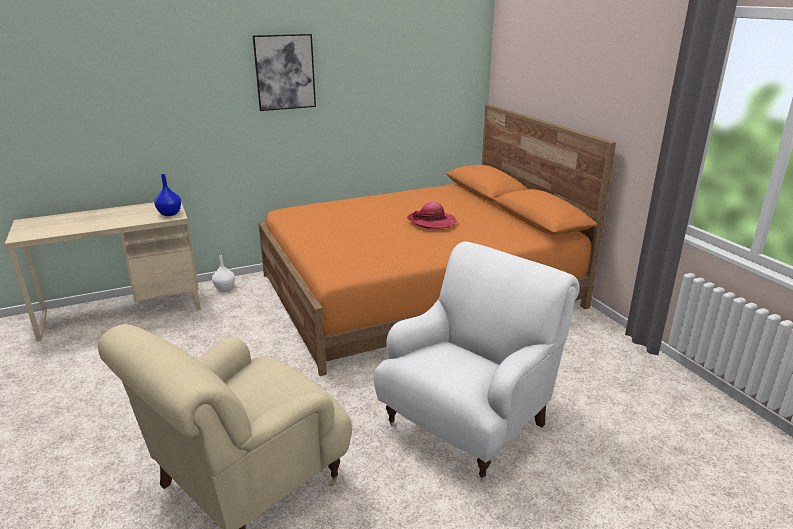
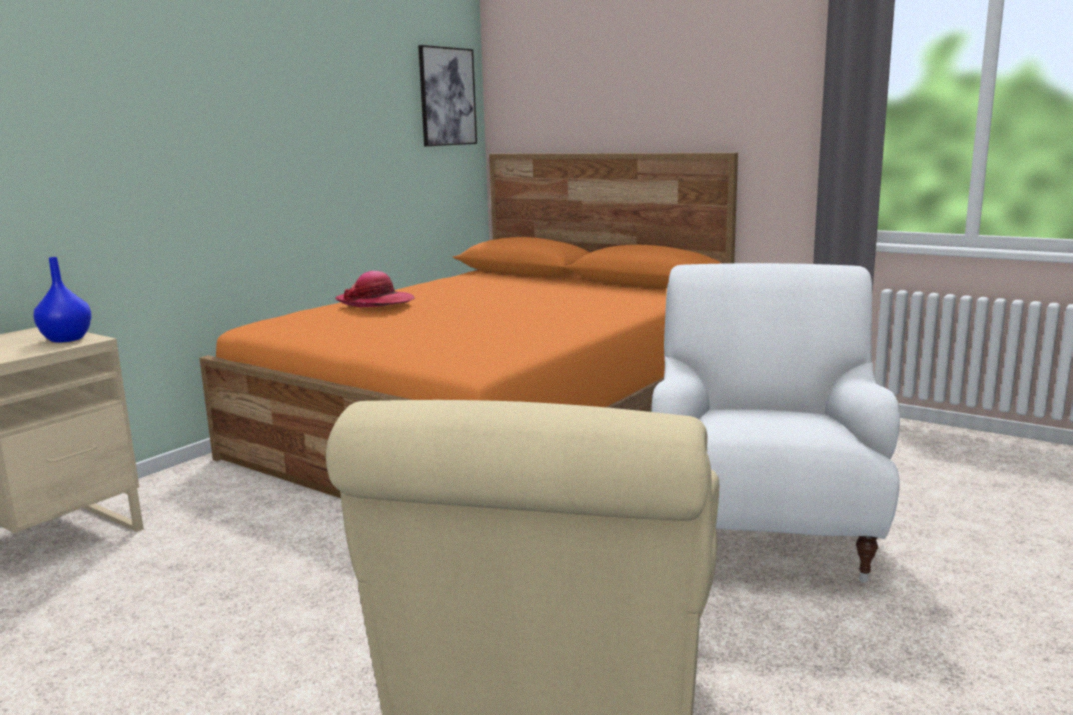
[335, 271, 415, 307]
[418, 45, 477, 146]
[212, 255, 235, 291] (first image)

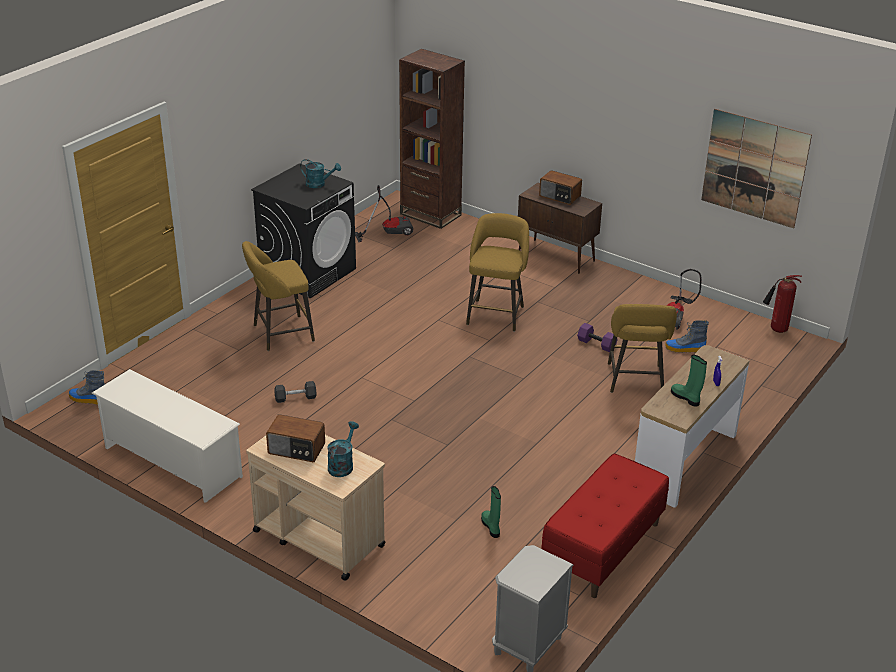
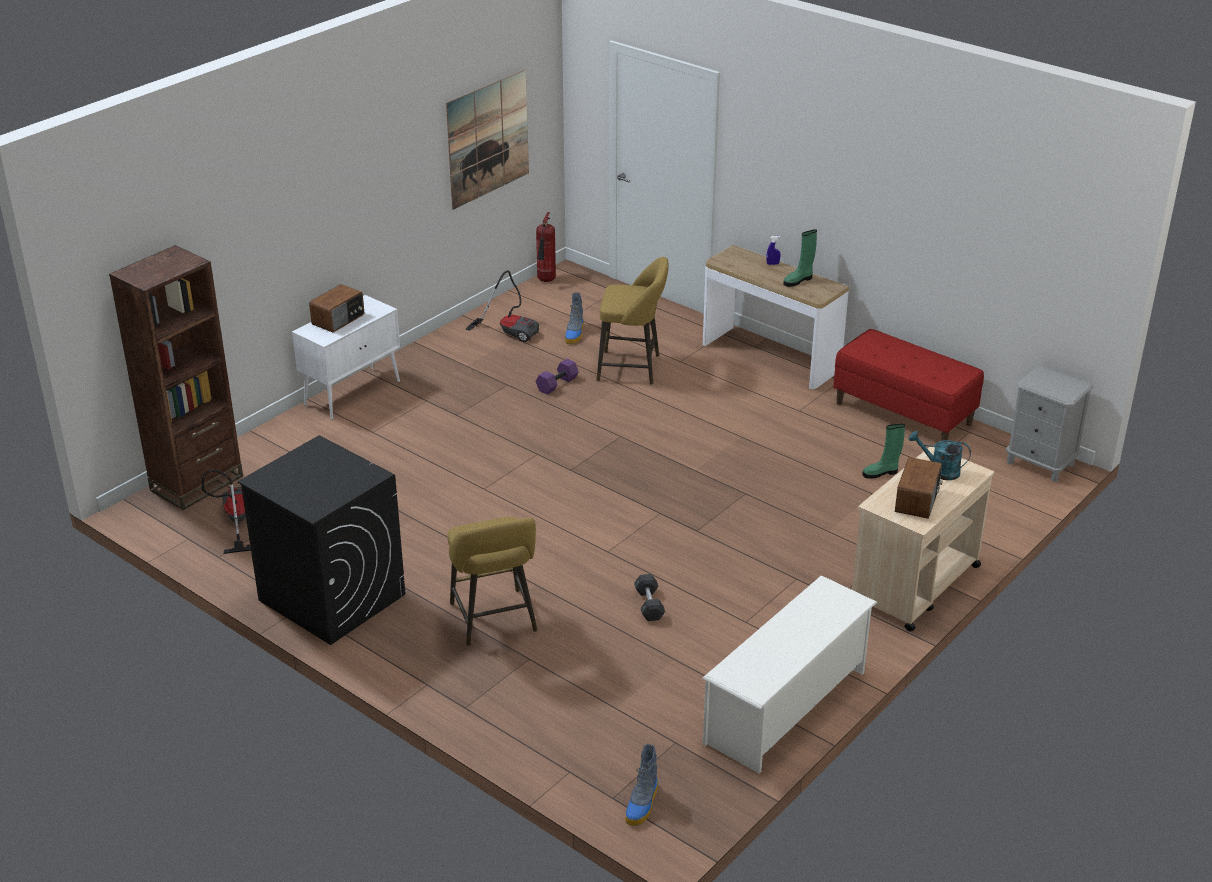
[292, 295, 400, 420]
[300, 159, 341, 188] (first image)
[466, 213, 529, 332] (first image)

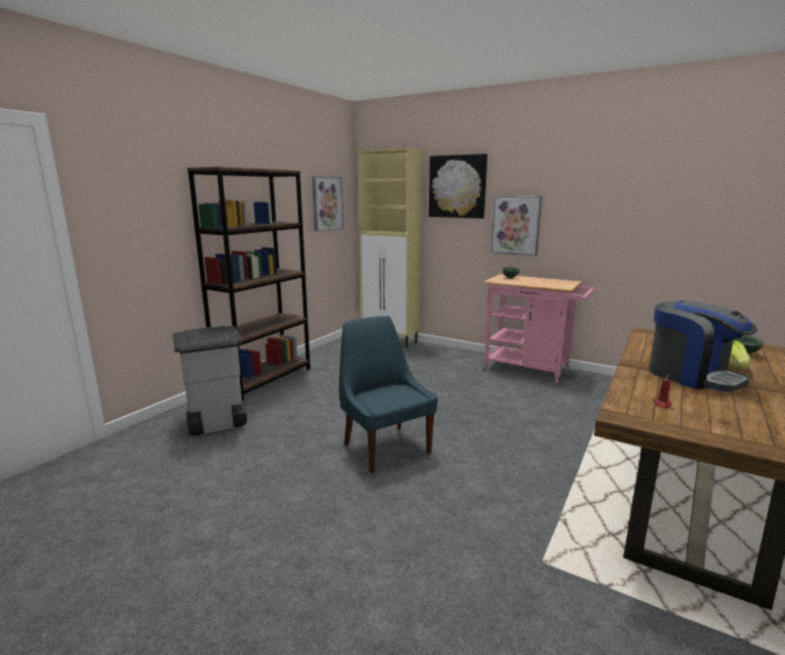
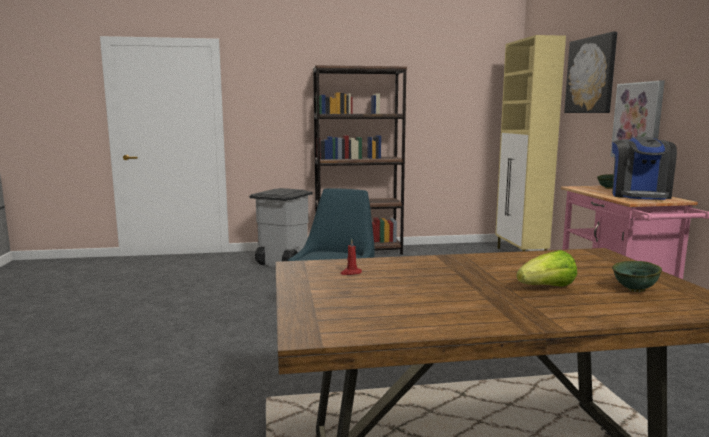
[612, 136, 677, 200]
[312, 177, 343, 231] (first image)

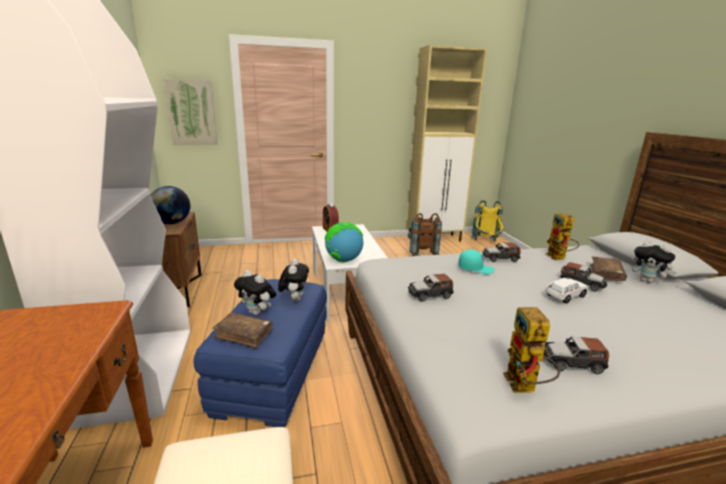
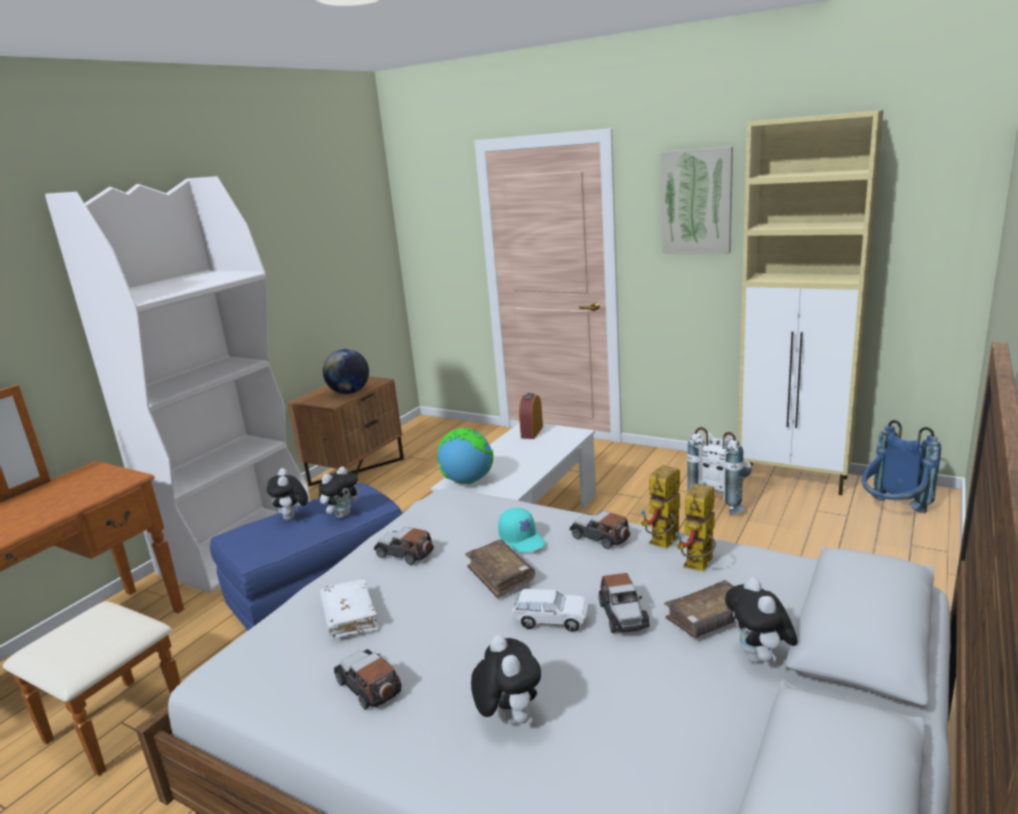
[320, 579, 379, 638]
[465, 540, 535, 599]
[471, 635, 541, 724]
[641, 465, 680, 548]
[661, 147, 733, 254]
[687, 427, 752, 515]
[862, 420, 941, 513]

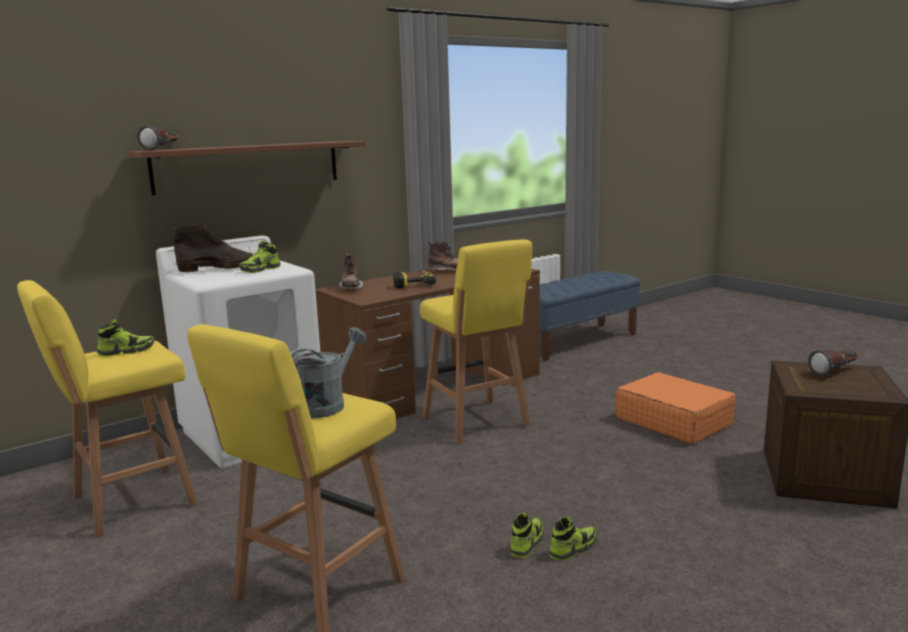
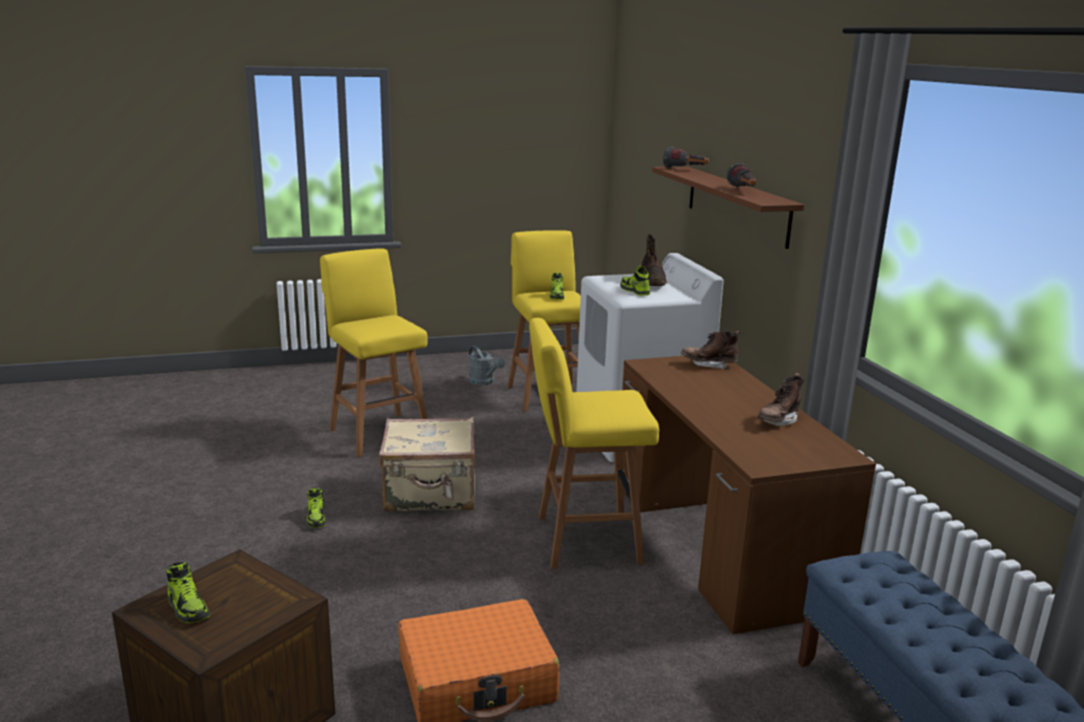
[166, 562, 210, 623]
[379, 417, 475, 512]
[469, 346, 505, 385]
[727, 163, 756, 187]
[393, 270, 436, 288] (first image)

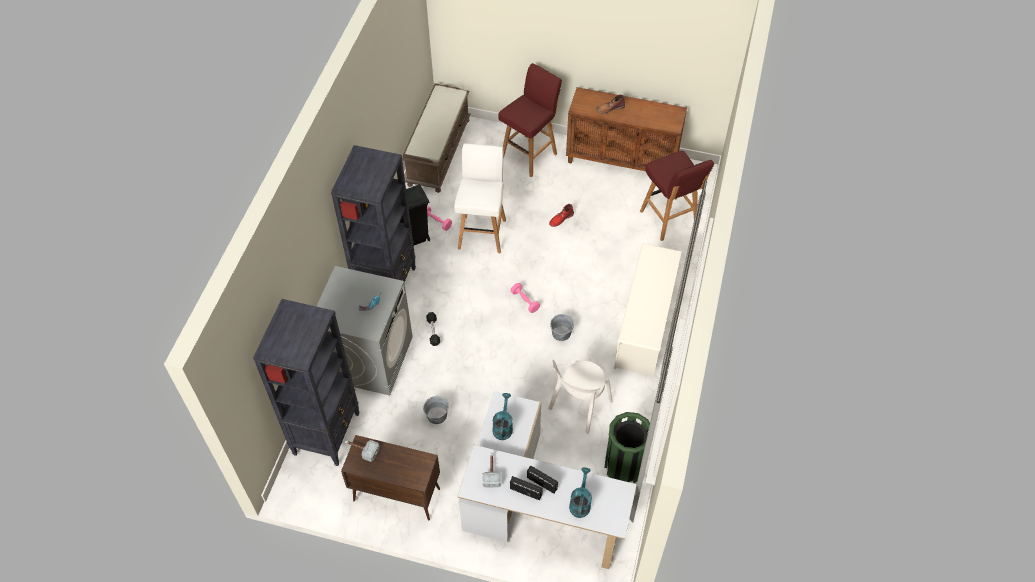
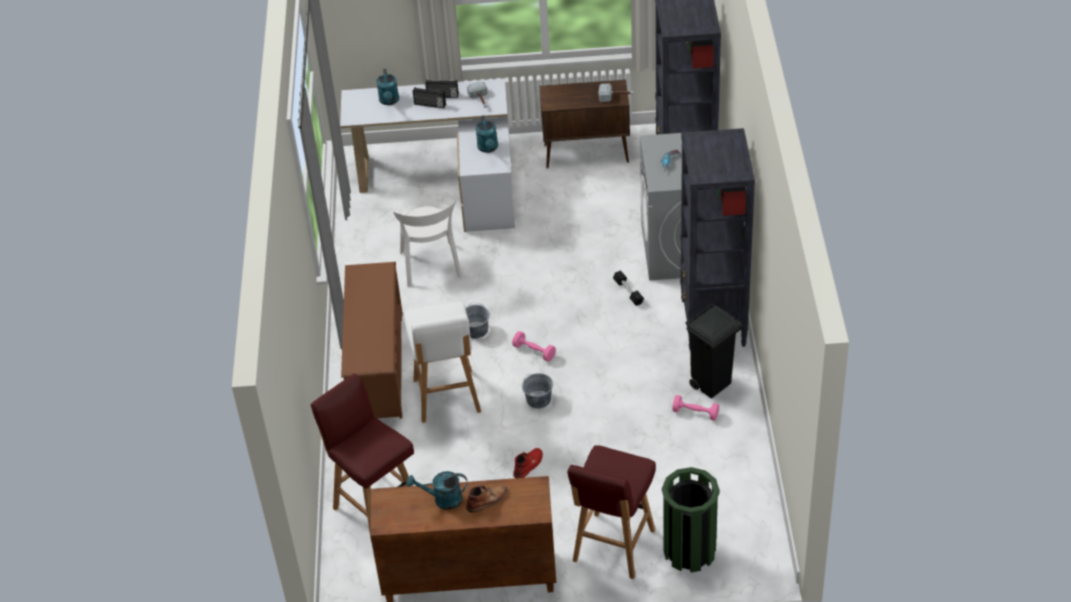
[341, 262, 403, 419]
[393, 200, 462, 287]
[404, 302, 481, 423]
[407, 471, 467, 510]
[522, 373, 553, 408]
[662, 467, 720, 572]
[402, 83, 471, 193] (first image)

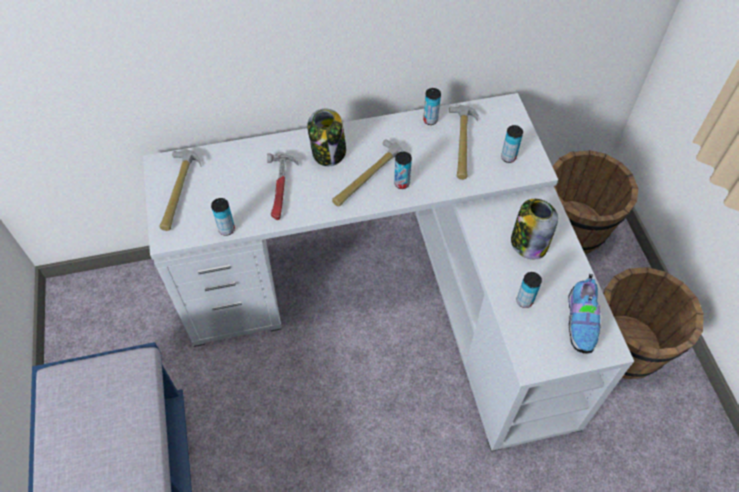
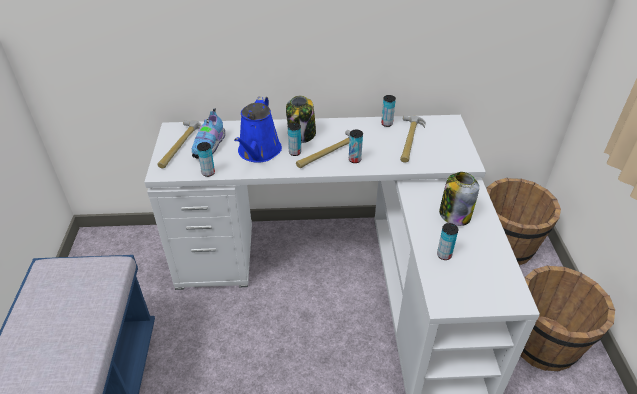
[192, 108, 225, 159]
[234, 96, 282, 163]
[288, 122, 301, 156]

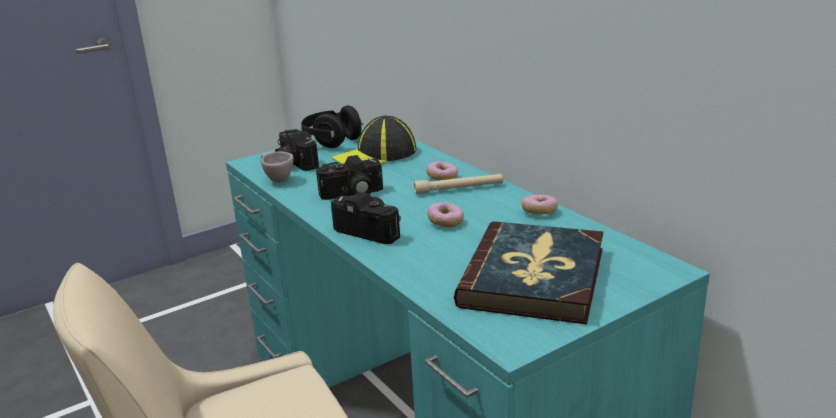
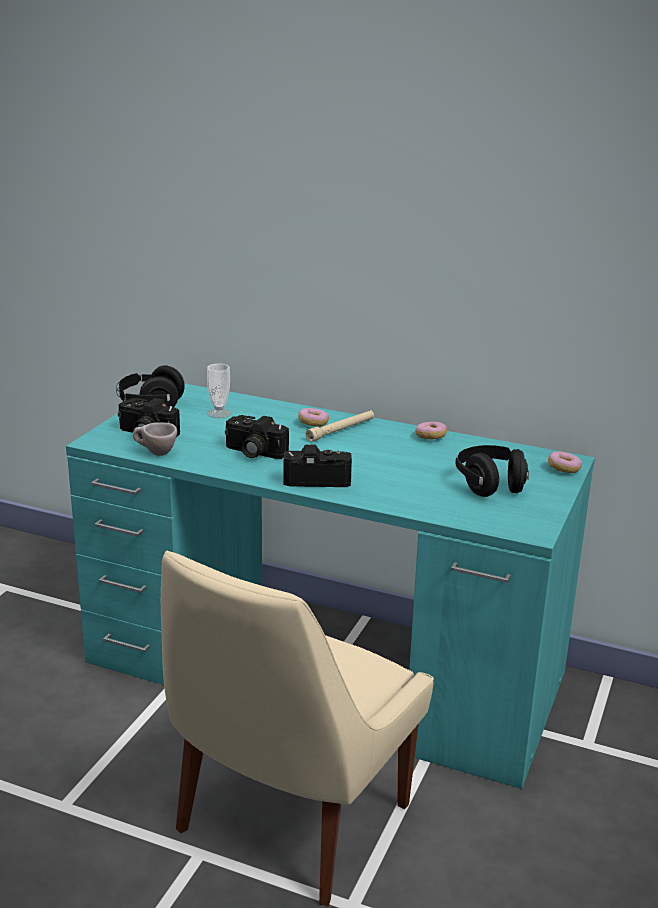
[207, 363, 231, 418]
[225, 415, 289, 459]
[455, 445, 529, 497]
[548, 451, 582, 473]

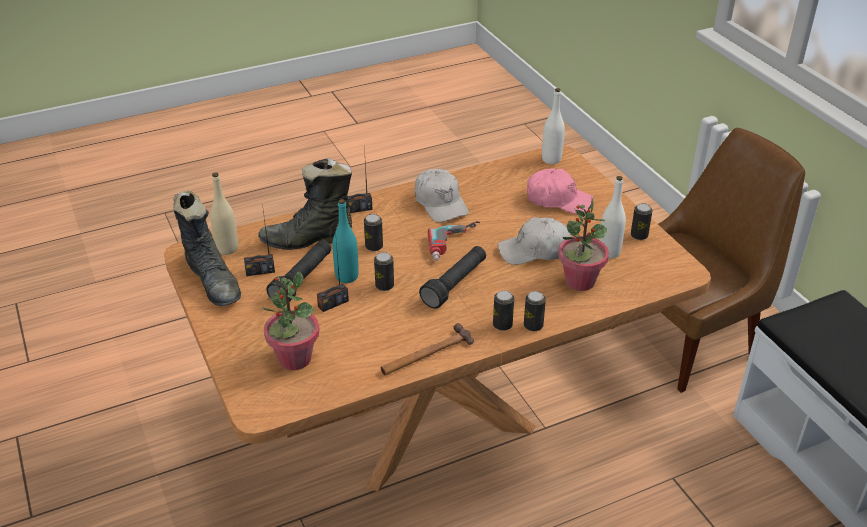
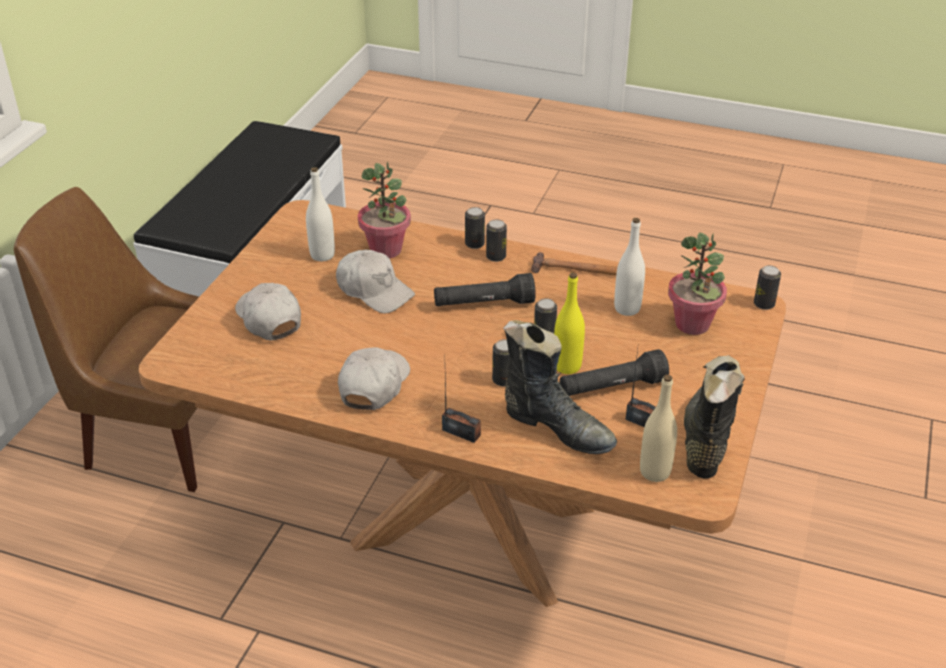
[235, 283, 301, 341]
[554, 273, 585, 374]
[614, 218, 645, 316]
[754, 265, 781, 310]
[317, 242, 349, 312] (first image)
[428, 221, 480, 261] (first image)

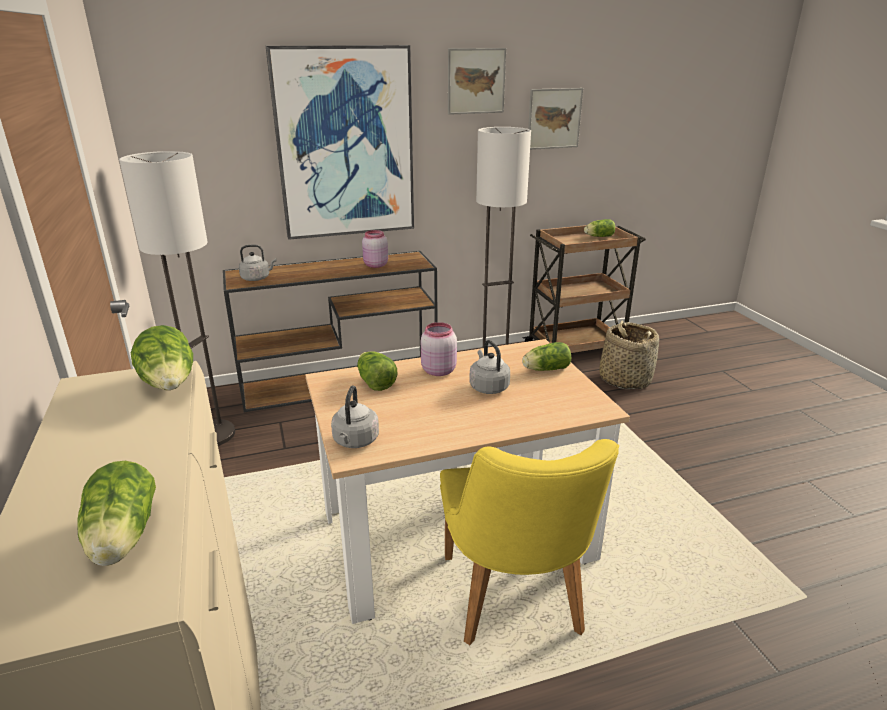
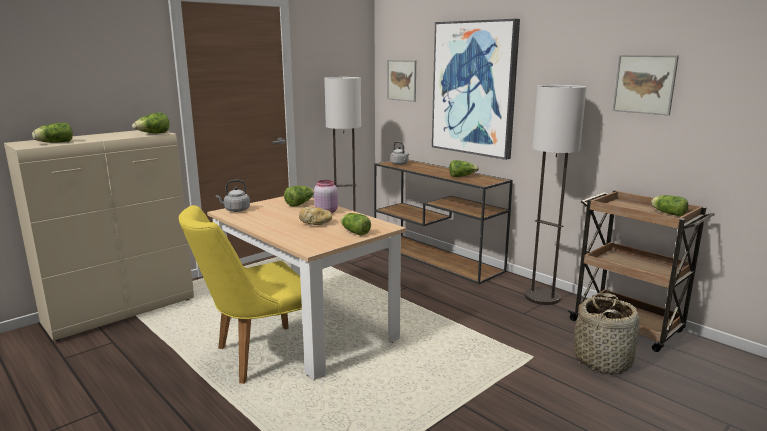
[299, 207, 332, 225]
[387, 60, 416, 102]
[449, 160, 479, 177]

